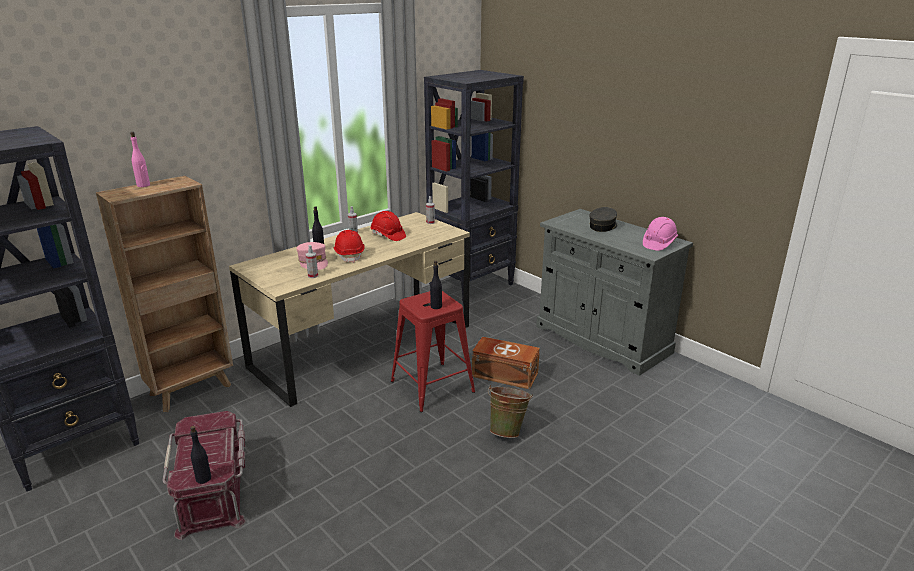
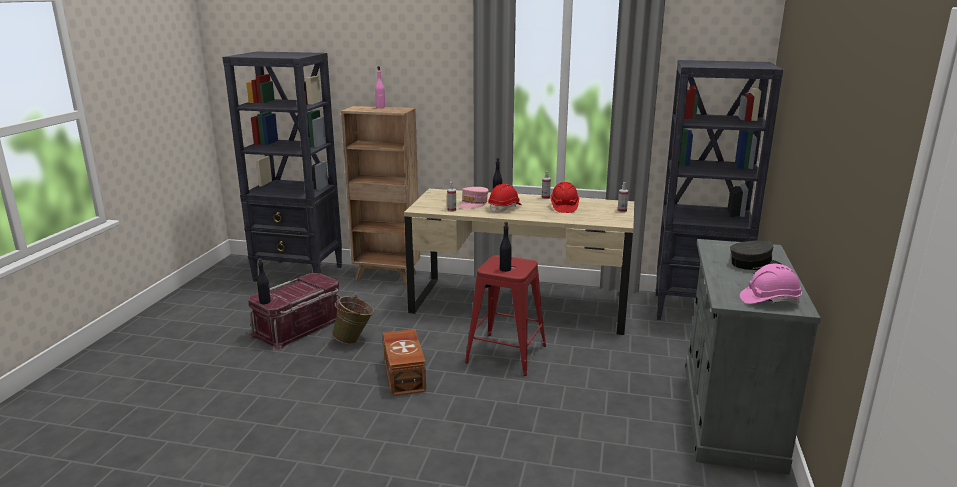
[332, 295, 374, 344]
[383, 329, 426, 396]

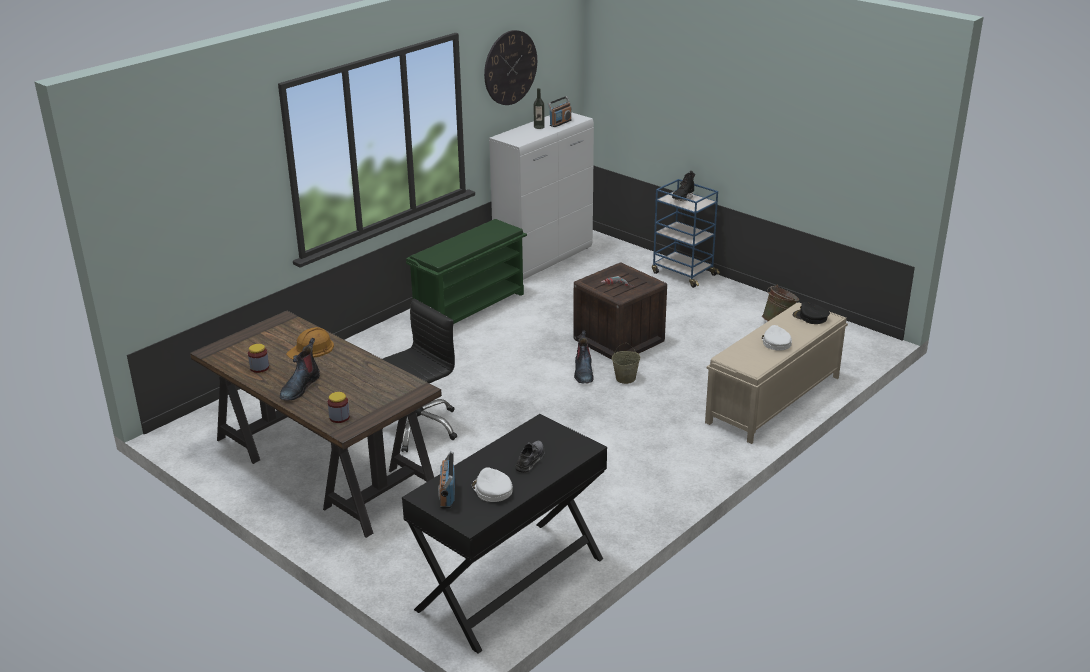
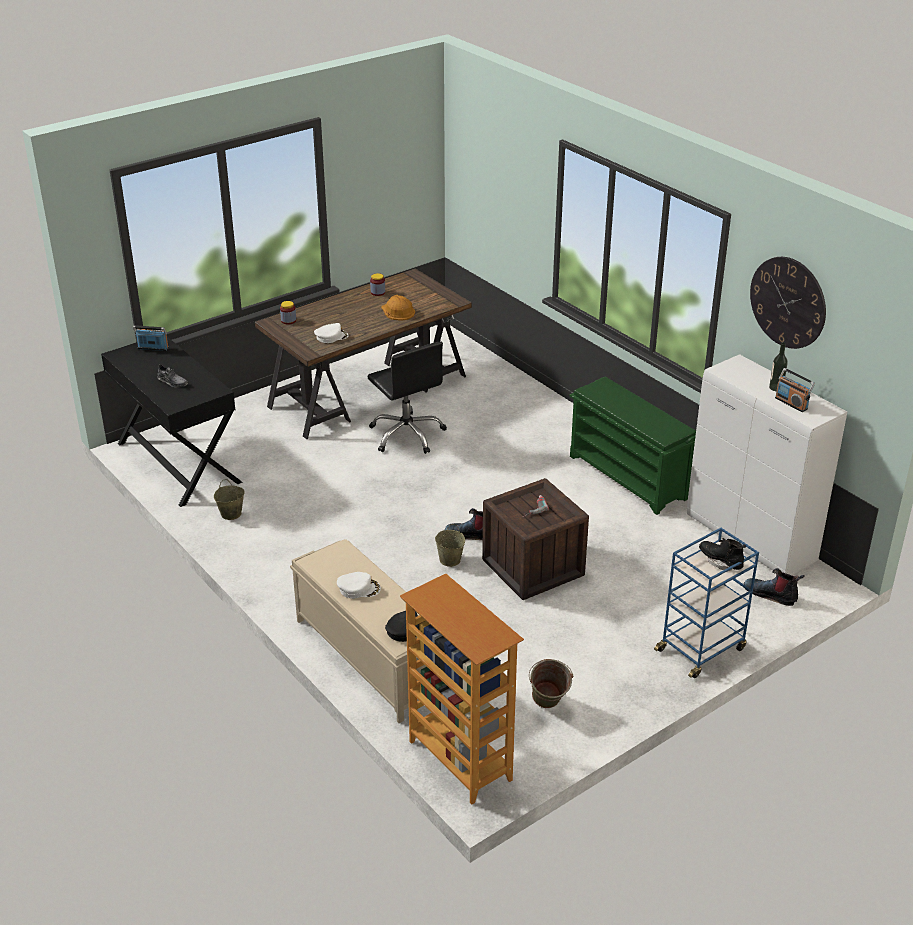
[214, 480, 245, 520]
[314, 323, 349, 343]
[400, 574, 524, 805]
[744, 568, 805, 606]

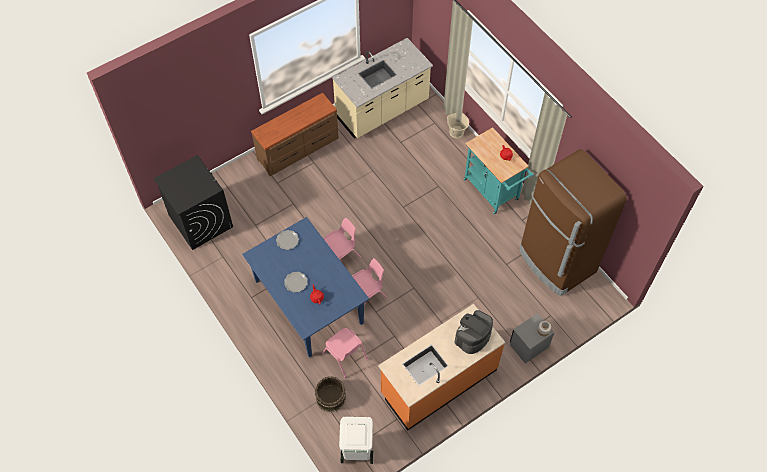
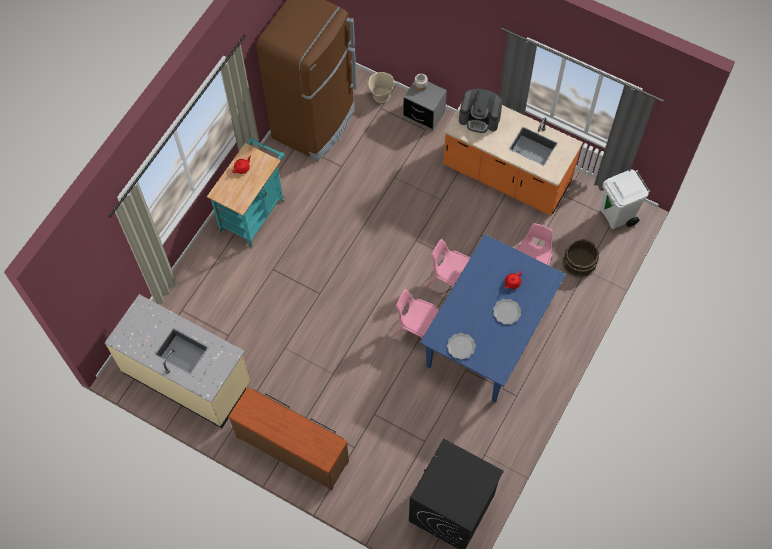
[367, 72, 396, 103]

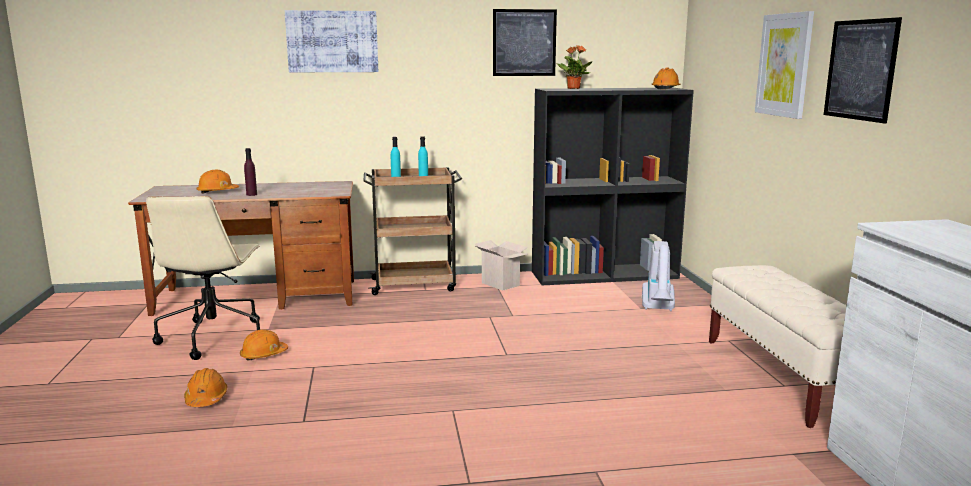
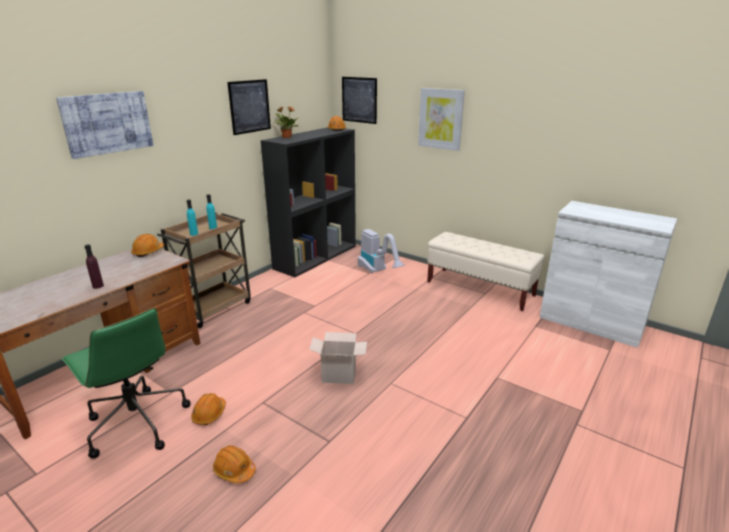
[62, 308, 191, 459]
[131, 234, 164, 257]
[309, 332, 367, 384]
[342, 77, 377, 124]

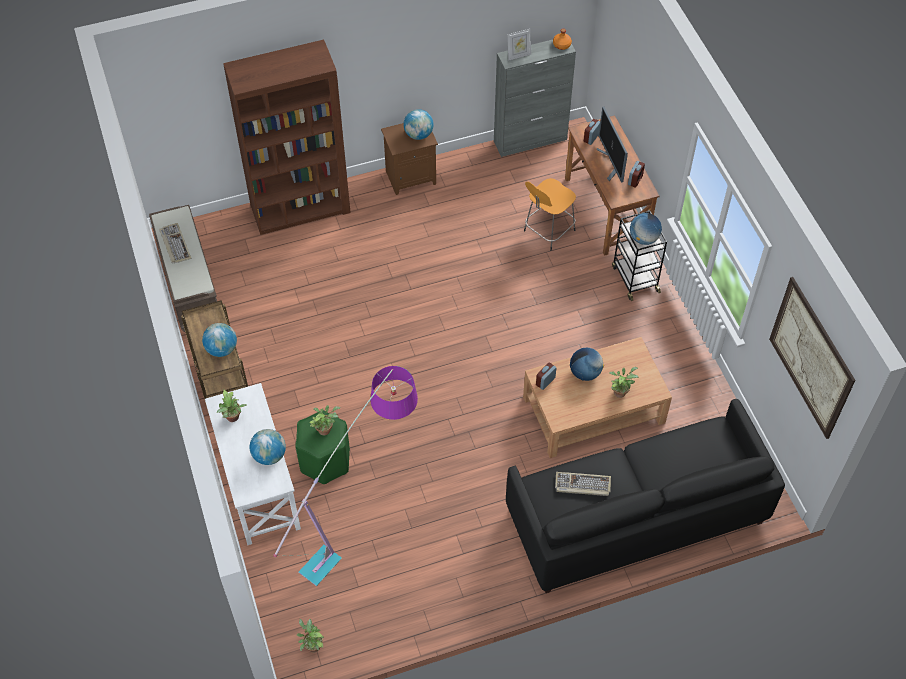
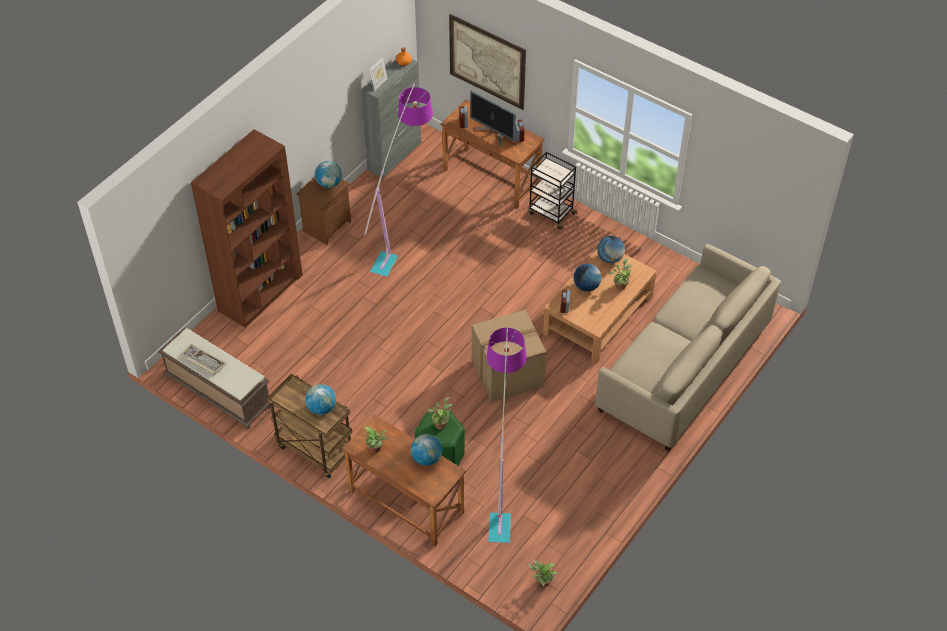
[342, 414, 466, 546]
[363, 83, 433, 277]
[449, 14, 526, 110]
[472, 310, 547, 403]
[595, 244, 781, 452]
[597, 236, 625, 263]
[524, 178, 576, 251] (first image)
[555, 472, 611, 496] (first image)

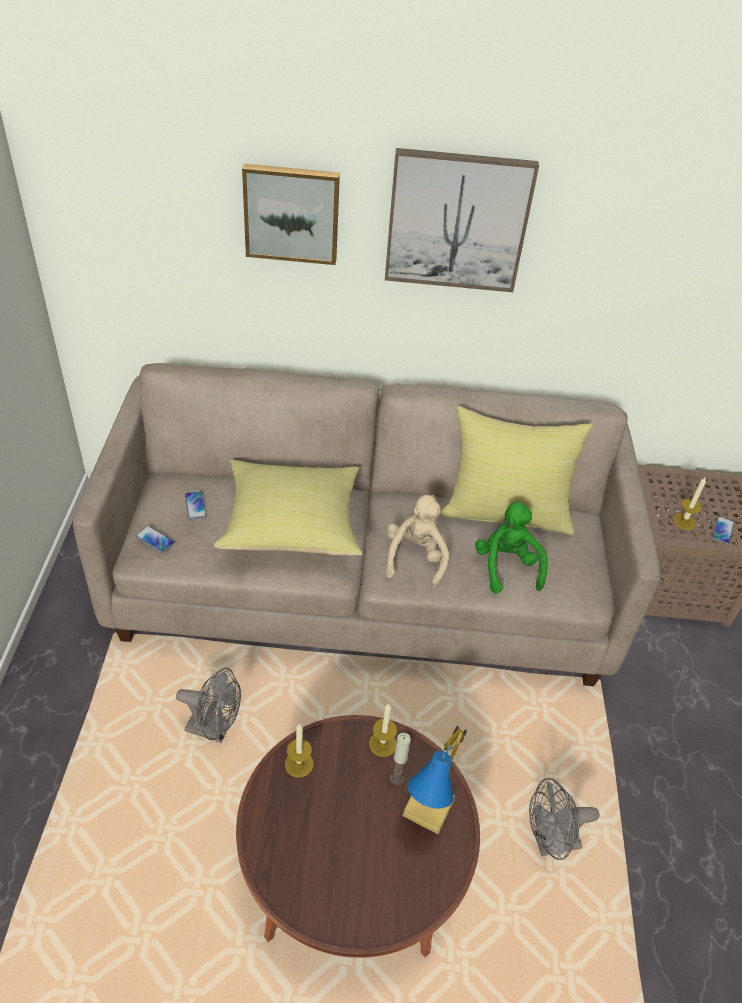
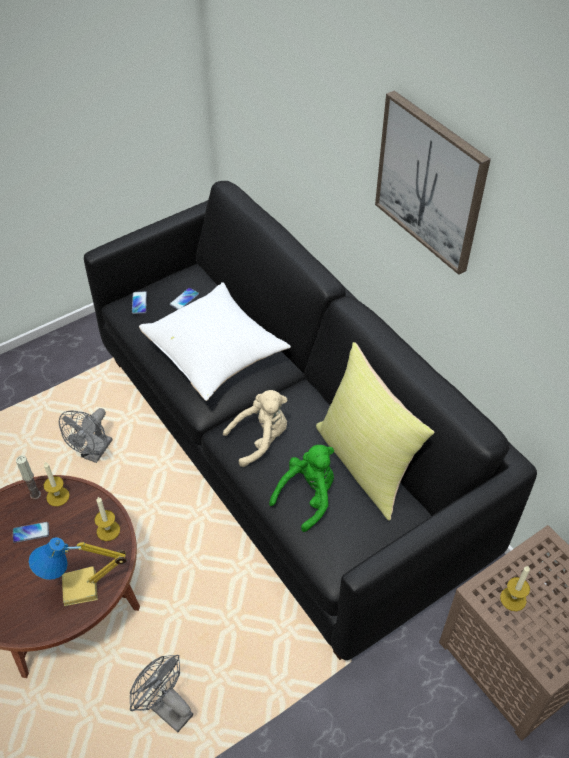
[13, 522, 49, 543]
[16, 455, 41, 500]
[59, 408, 112, 463]
[84, 181, 537, 660]
[139, 282, 291, 401]
[242, 164, 340, 265] (first image)

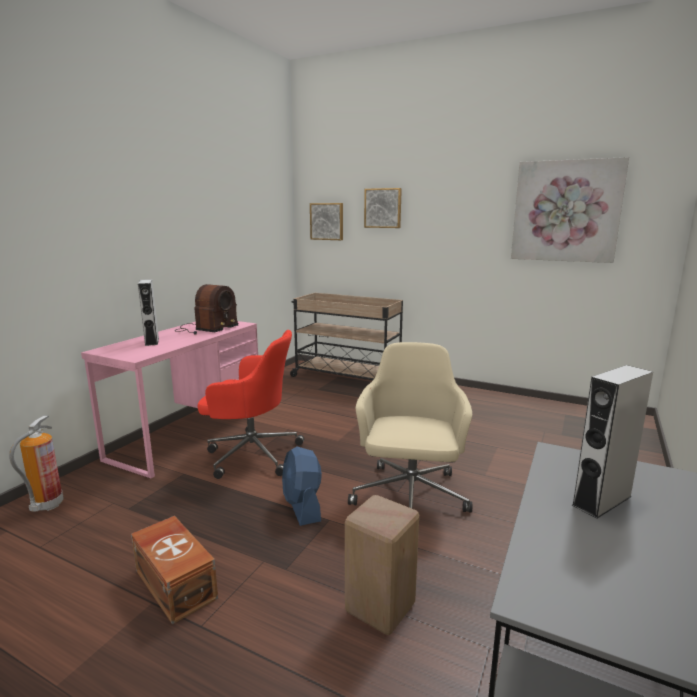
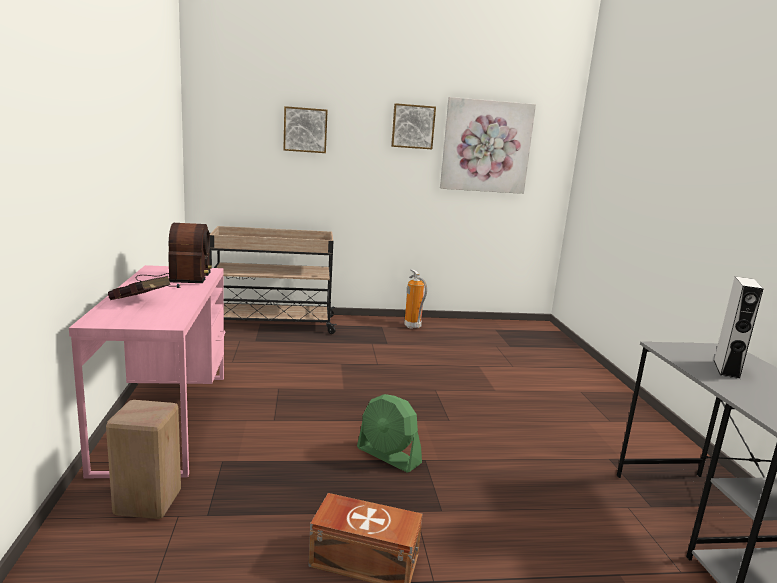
[106, 400, 181, 519]
[108, 276, 171, 300]
[357, 394, 422, 473]
[391, 103, 436, 149]
[404, 269, 427, 329]
[198, 330, 304, 479] (first image)
[348, 342, 472, 513] (first image)

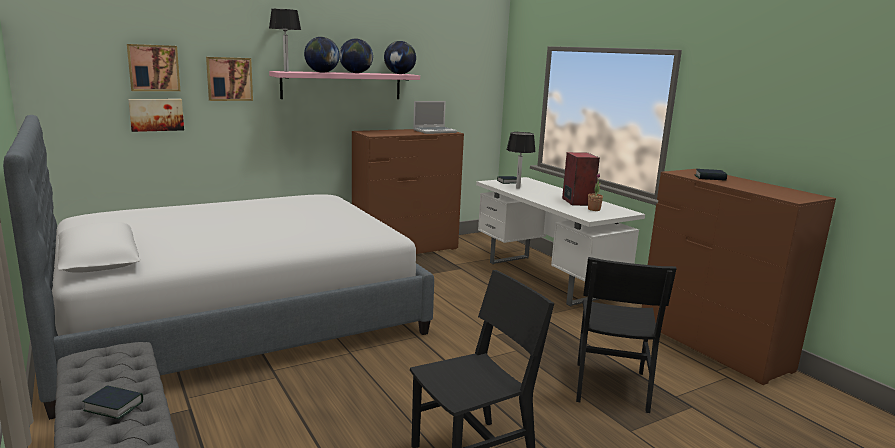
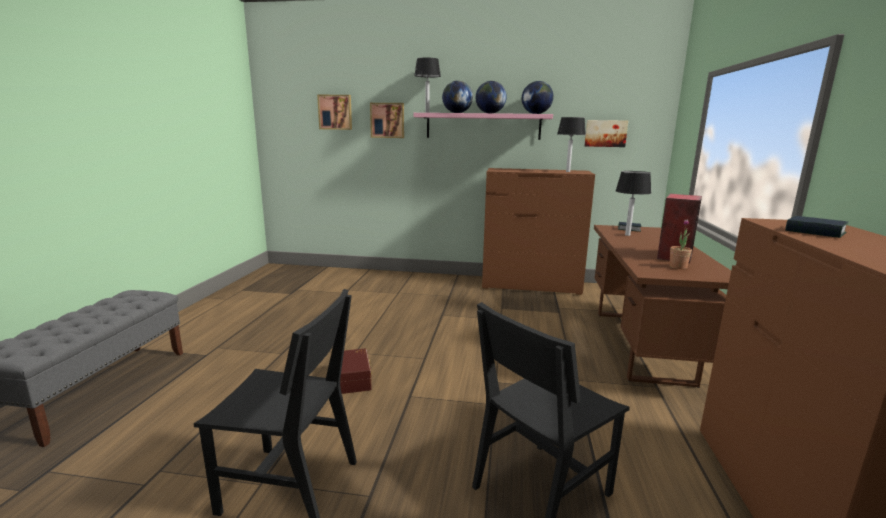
[340, 348, 372, 394]
[557, 117, 586, 172]
[584, 120, 628, 147]
[594, 225, 731, 388]
[3, 115, 434, 420] (first image)
[82, 385, 143, 419] (first image)

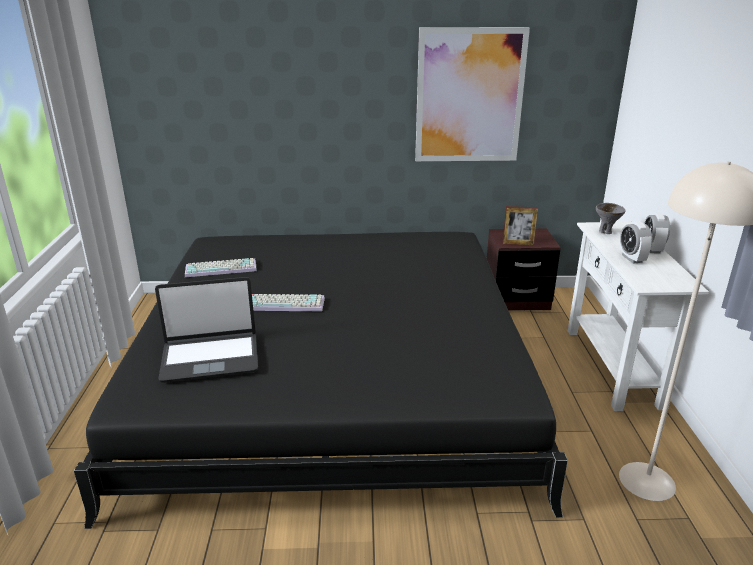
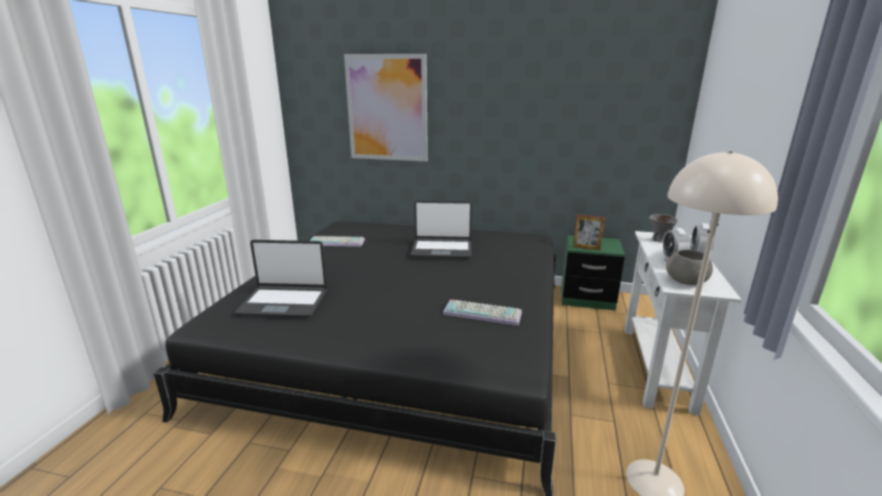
[344, 54, 428, 161]
[411, 200, 472, 258]
[443, 299, 522, 326]
[561, 235, 625, 311]
[666, 249, 713, 285]

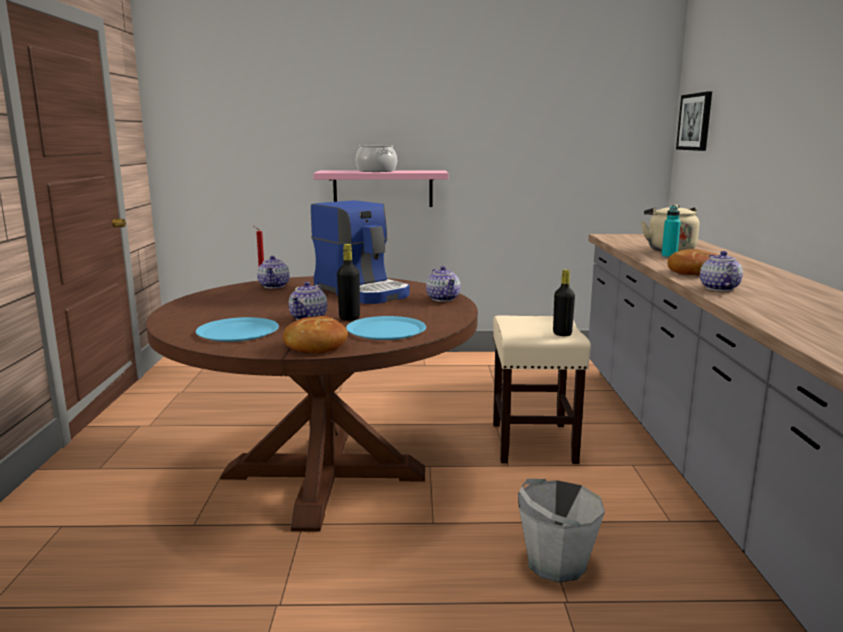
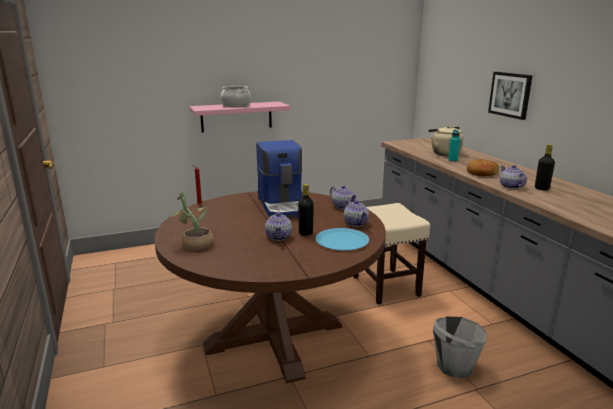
[171, 192, 213, 251]
[256, 140, 302, 219]
[343, 200, 369, 227]
[488, 72, 533, 120]
[535, 144, 555, 190]
[196, 317, 279, 342] (first image)
[283, 316, 348, 353] (first image)

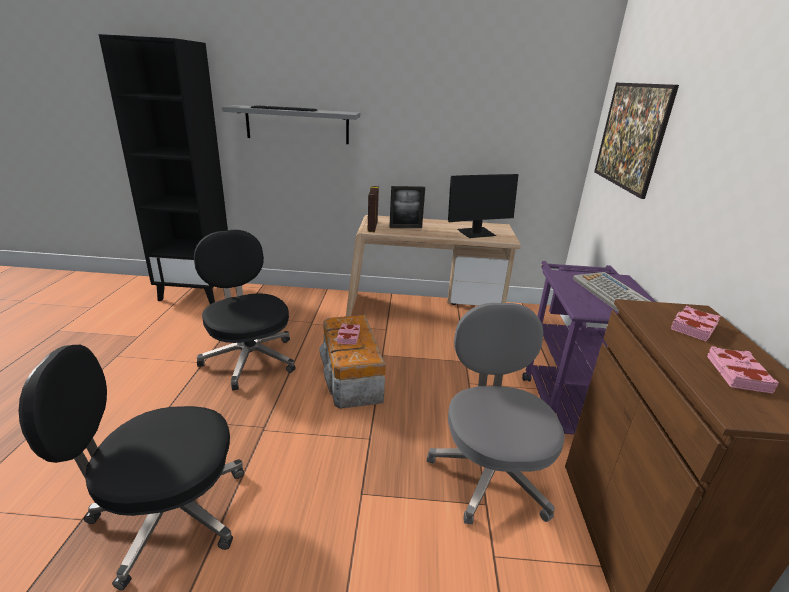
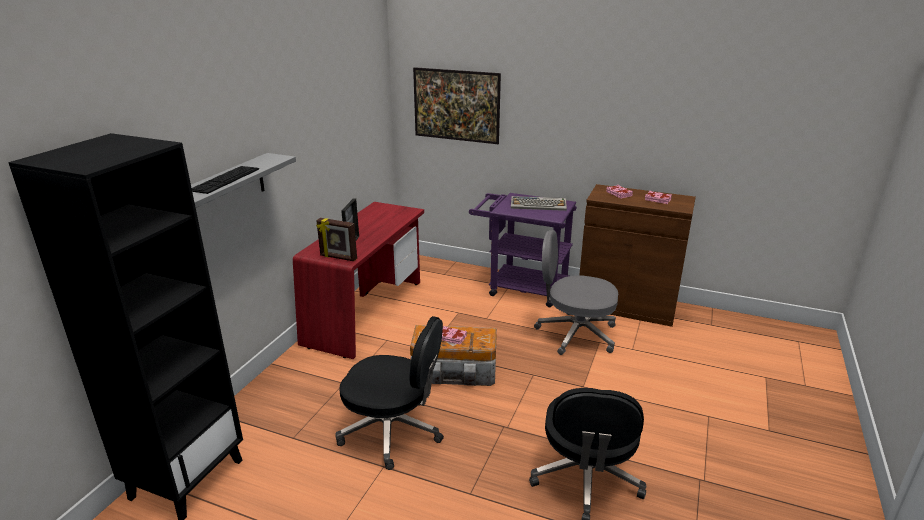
[293, 202, 424, 359]
[335, 316, 444, 470]
[448, 174, 519, 238] (first image)

